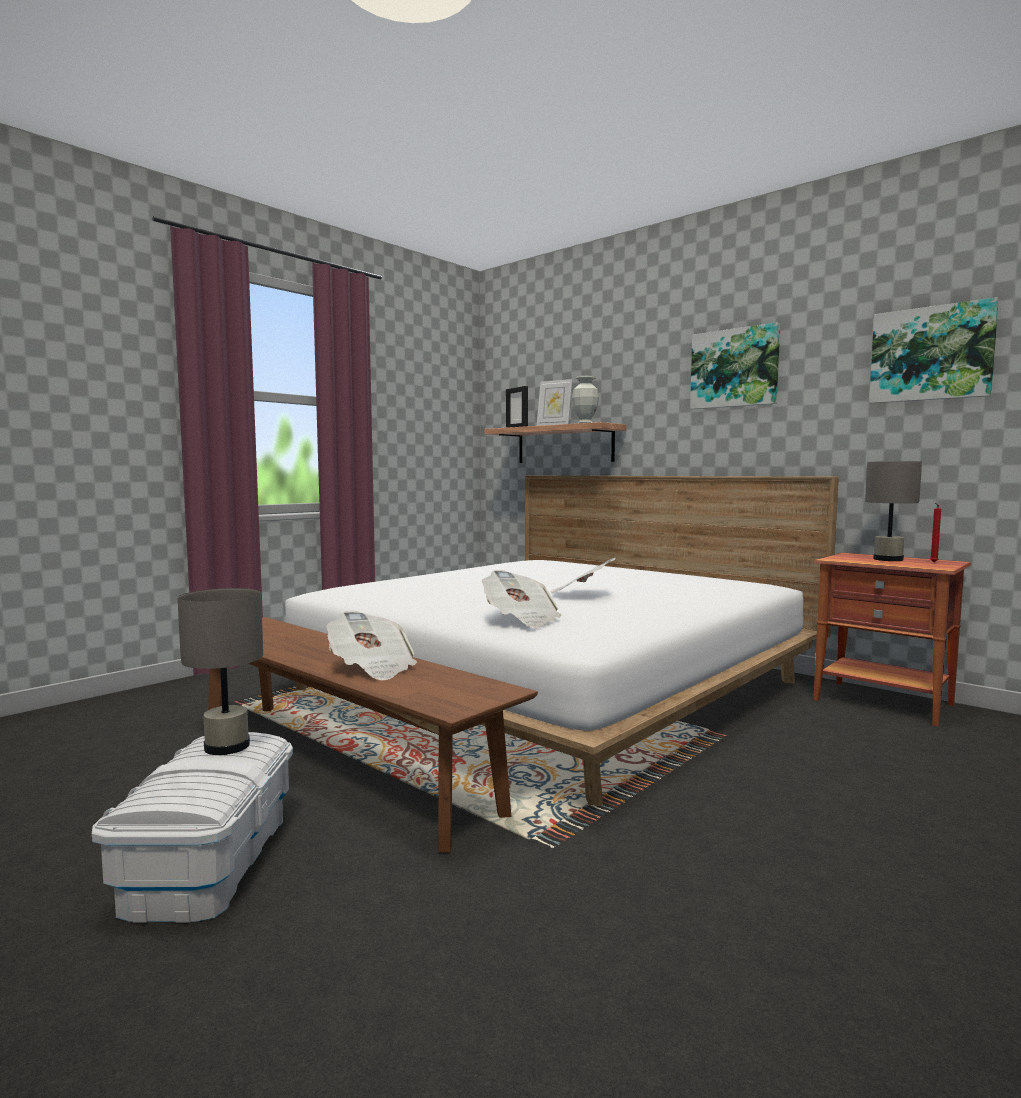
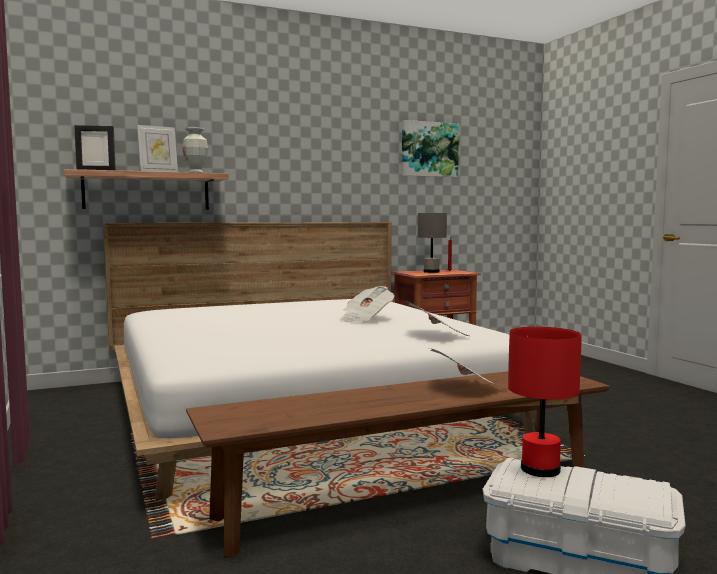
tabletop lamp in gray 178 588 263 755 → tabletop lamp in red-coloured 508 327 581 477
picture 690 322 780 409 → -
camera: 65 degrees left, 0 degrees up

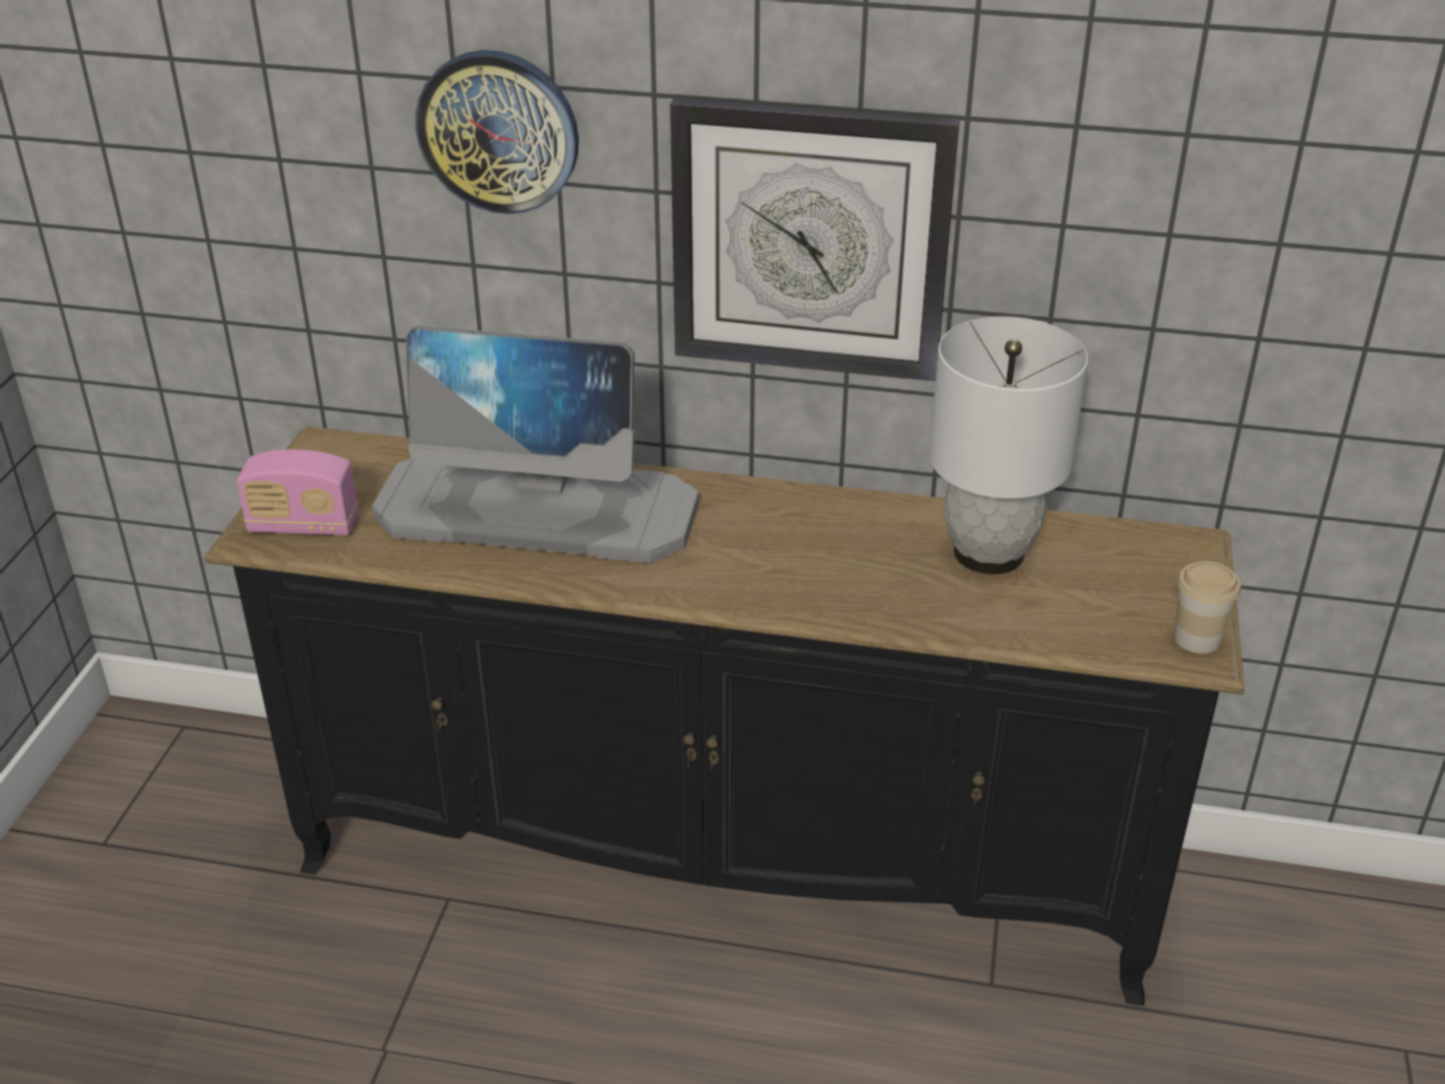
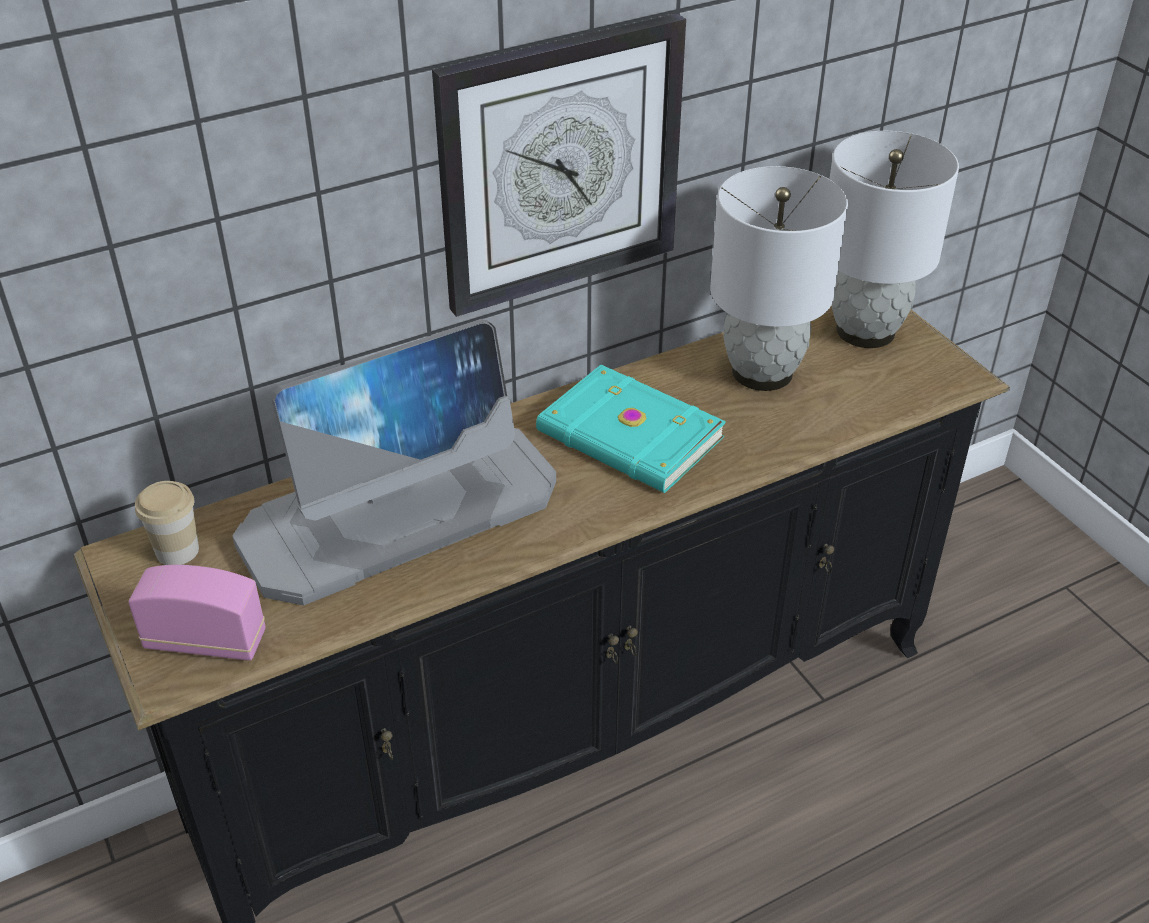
radio receiver 237 449 358 535 → radio receiver 128 565 265 661, 135 degrees counterclockwise
cup 1174 561 1241 653 → cup 135 481 199 565, moved
- → book in blue-green 536 365 726 493
- → tabletop lamp in white-coloured 829 131 959 348
wall clock 415 50 579 214 → -
camera: 40 degrees left, 5 degrees up

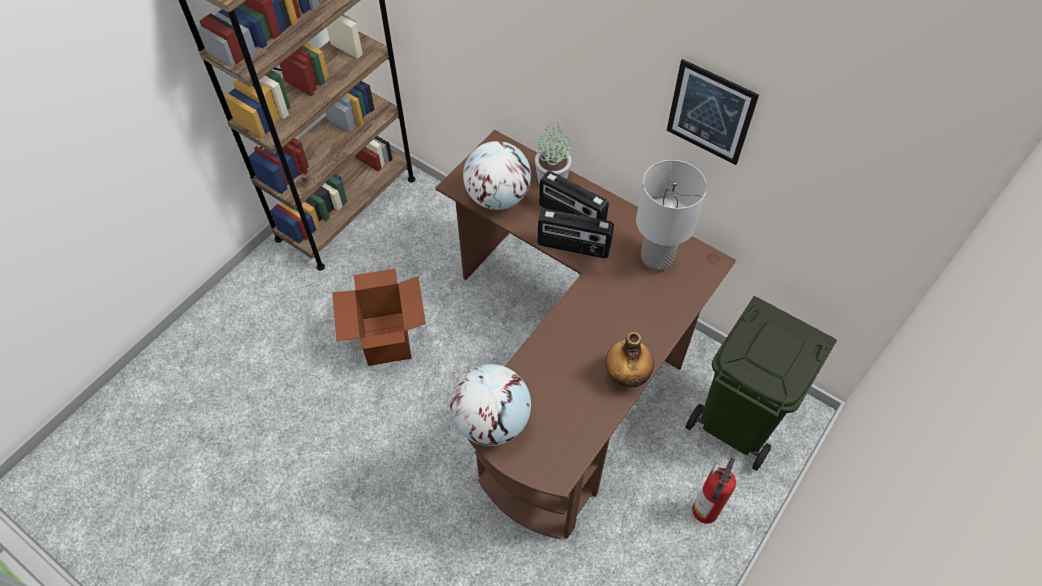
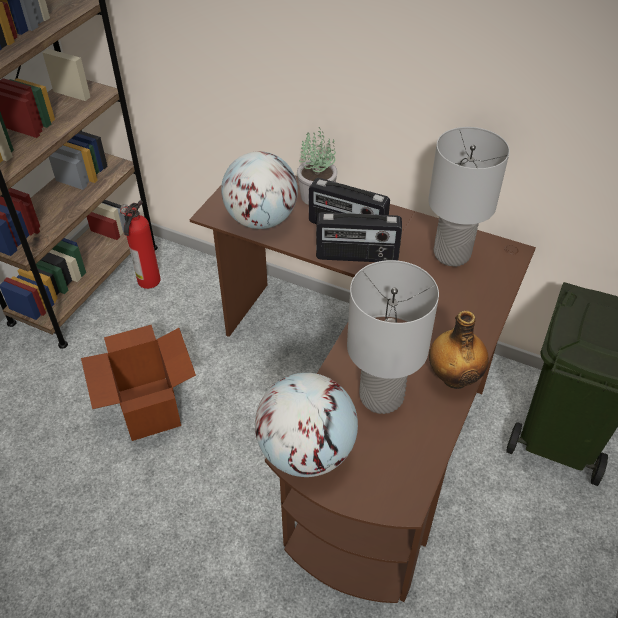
fire extinguisher 692 457 736 524 → fire extinguisher 120 200 161 289, moved
- → tabletop lamp in gray 347 260 439 414
picture 667 59 759 165 → -
camera: 10 degrees left, 10 degrees down

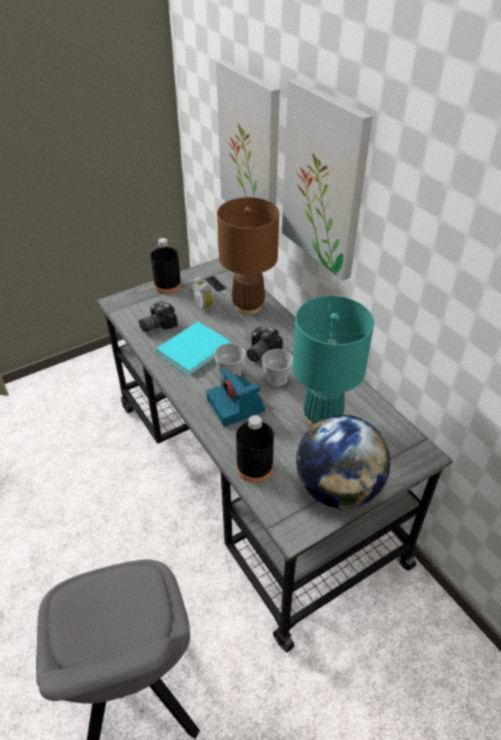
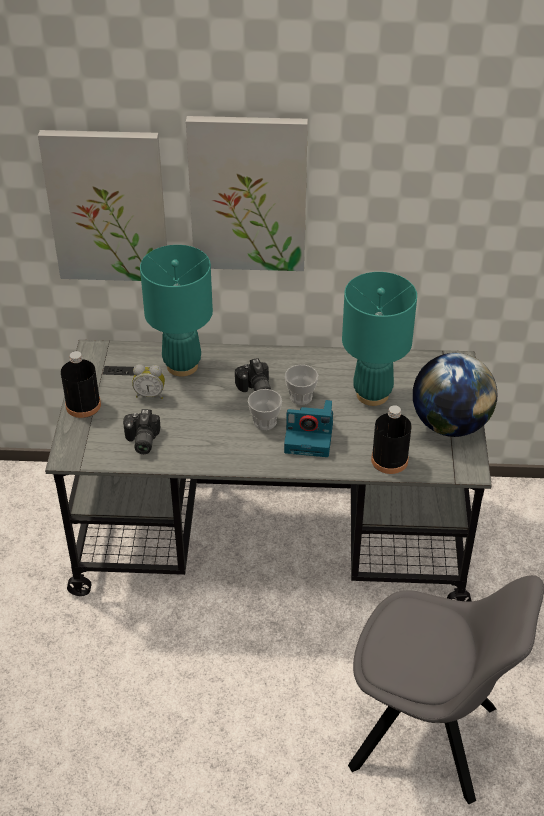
tabletop lamp in brown-coloured 217 197 279 315 → tabletop lamp in blue-green 140 245 213 376
book in blue-green 156 321 231 376 → -
camera: 55 degrees left, 0 degrees up

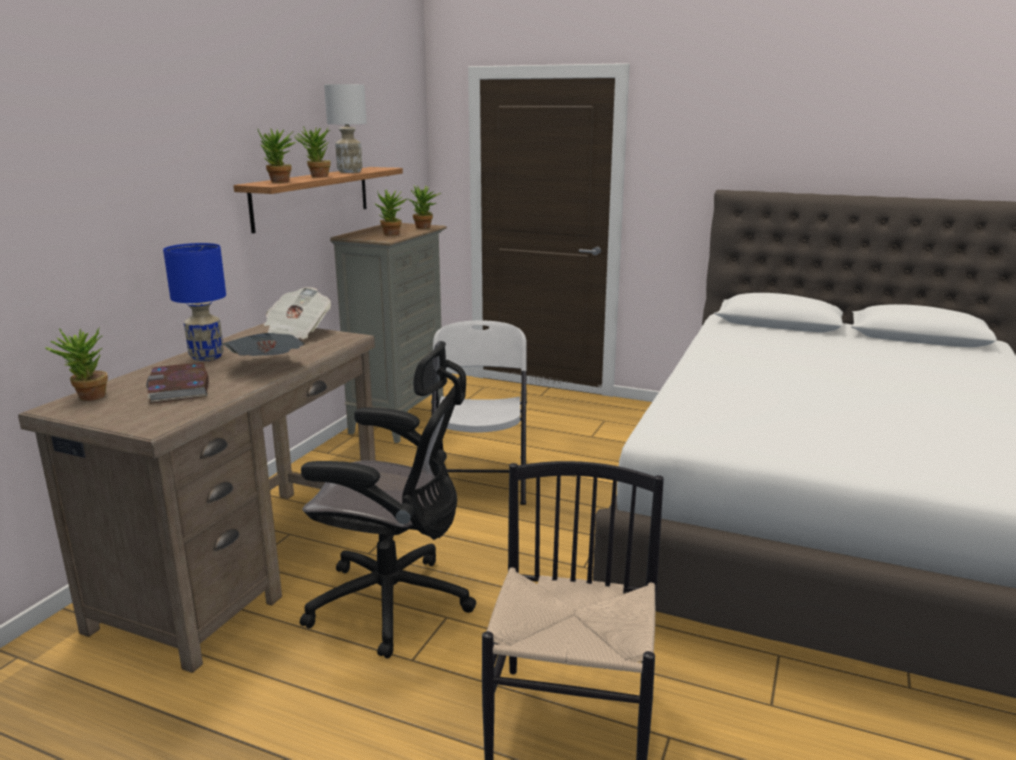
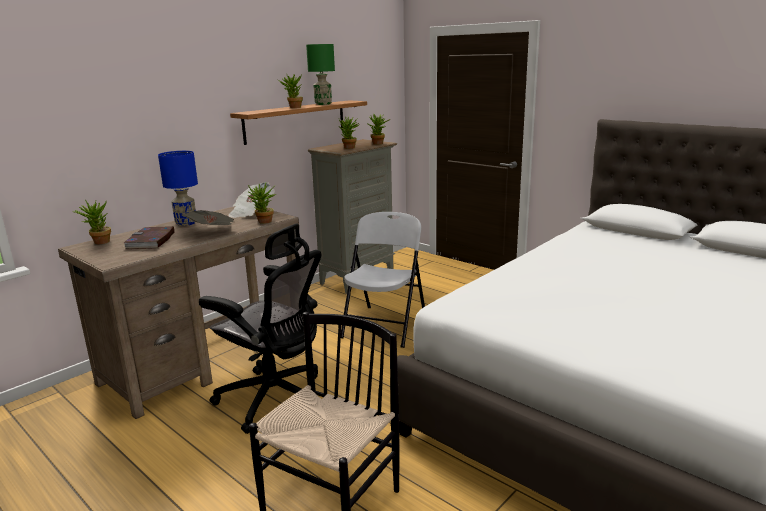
potted plant 257 128 296 183 → potted plant 248 183 276 224, moved
tabletop lamp in white-coloured 324 84 367 173 → tabletop lamp in green 306 44 335 105
camera: 20 degrees right, 0 degrees up

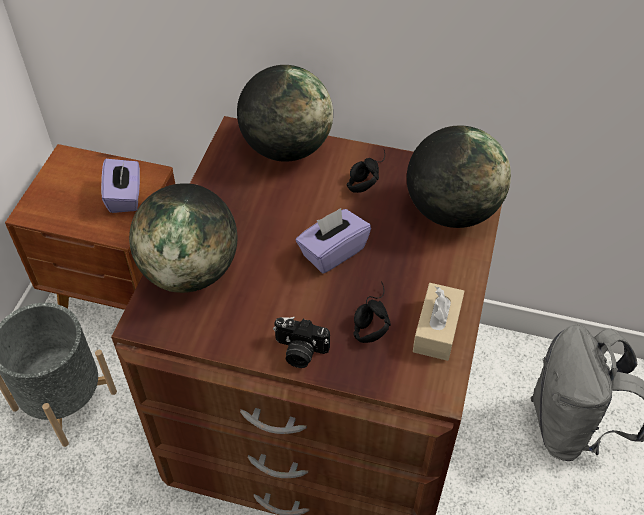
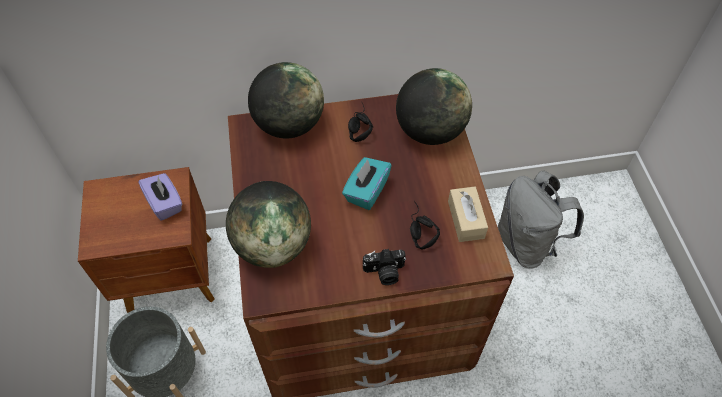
tissue box in purple 296 208 371 274 → tissue box in blue-green 342 157 392 210
camera: 25 degrees left, 5 degrees up

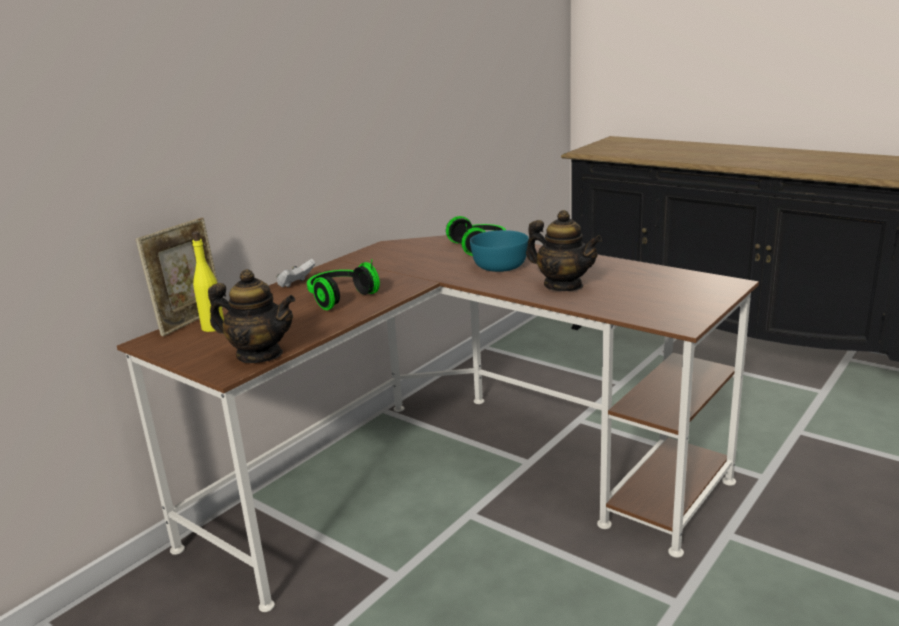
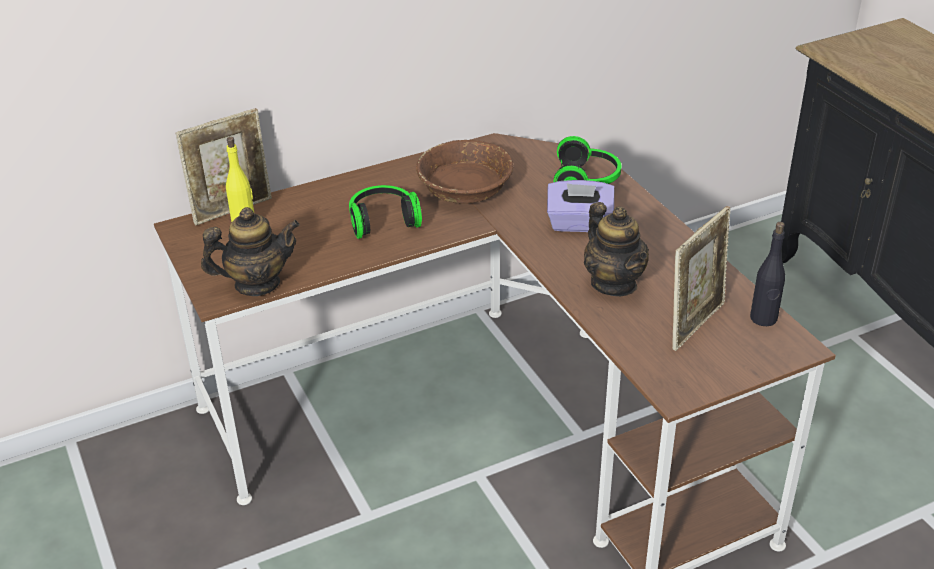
teapot 208 269 295 363 → teapot 201 207 300 296, 60 degrees counterclockwise
- → deep dish in brown-coloured 416 140 513 204
deep dish in blue-green 470 230 529 272 → tissue box in purple 547 180 614 232
- → standing frame 672 206 730 351
- → drink bottle in blackish 750 222 785 326
gamepad in white-coloured 276 259 315 288 → -
camera: 25 degrees right, 15 degrees up

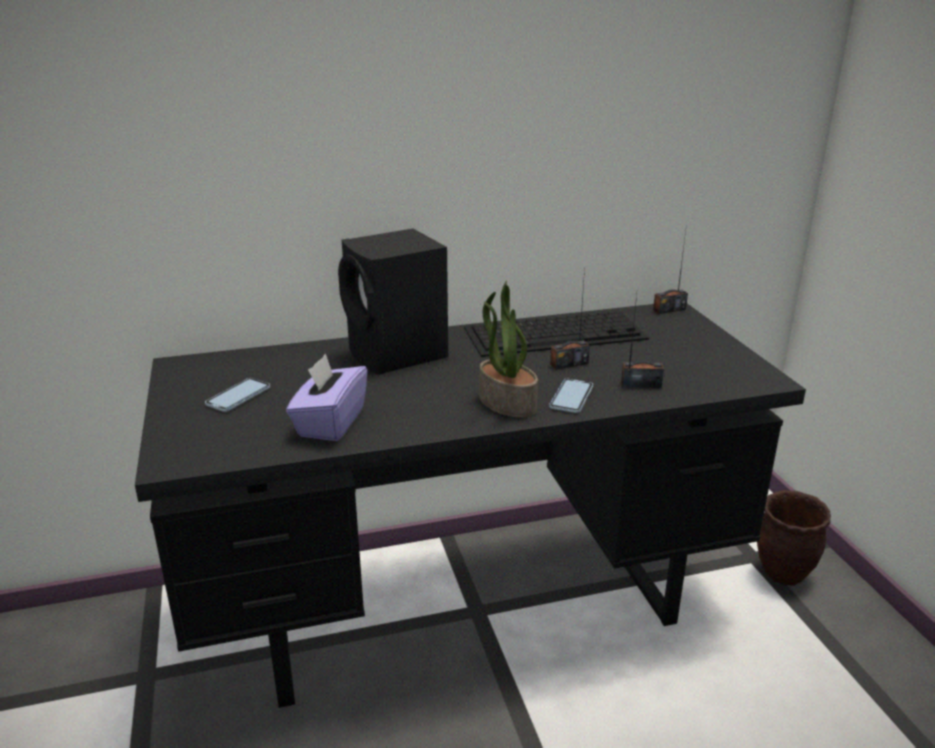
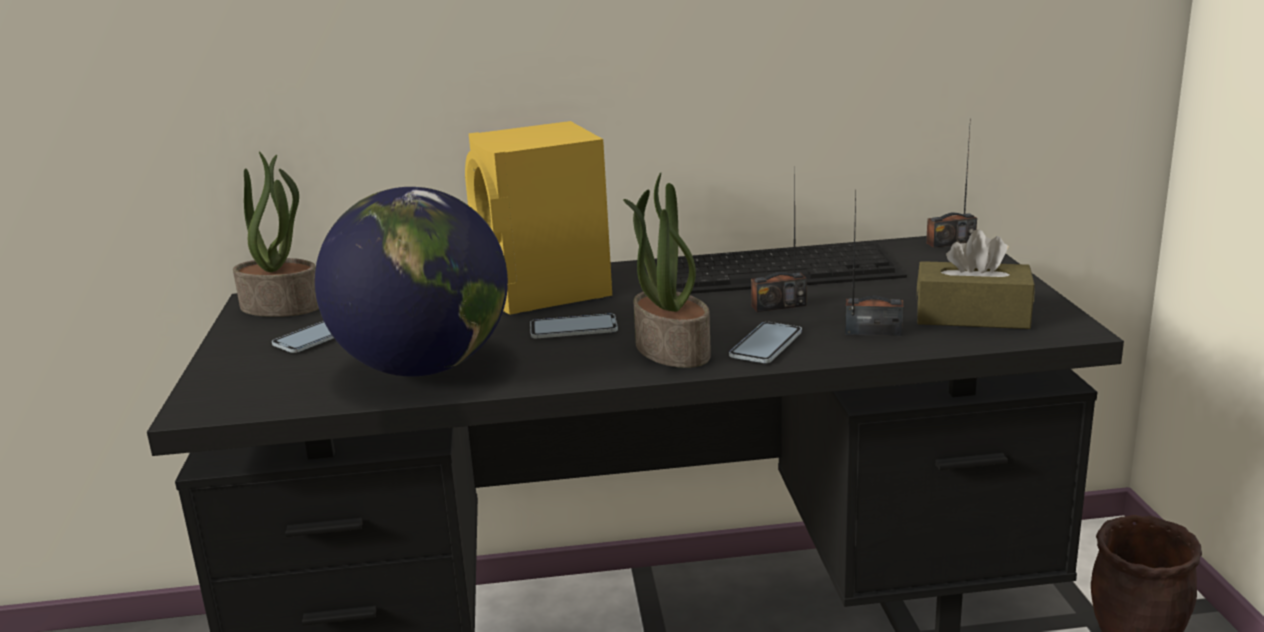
- → potted plant 233 151 319 317
tissue box in purple 286 353 367 441 → desk globe 315 187 508 377
loudspeaker in blackish 338 229 448 375 → loudspeaker in yellow-coloured 465 121 612 315
- → handset 530 314 618 338
- → tissue box in brown-coloured 917 229 1035 329
camera: 10 degrees right, 5 degrees down

